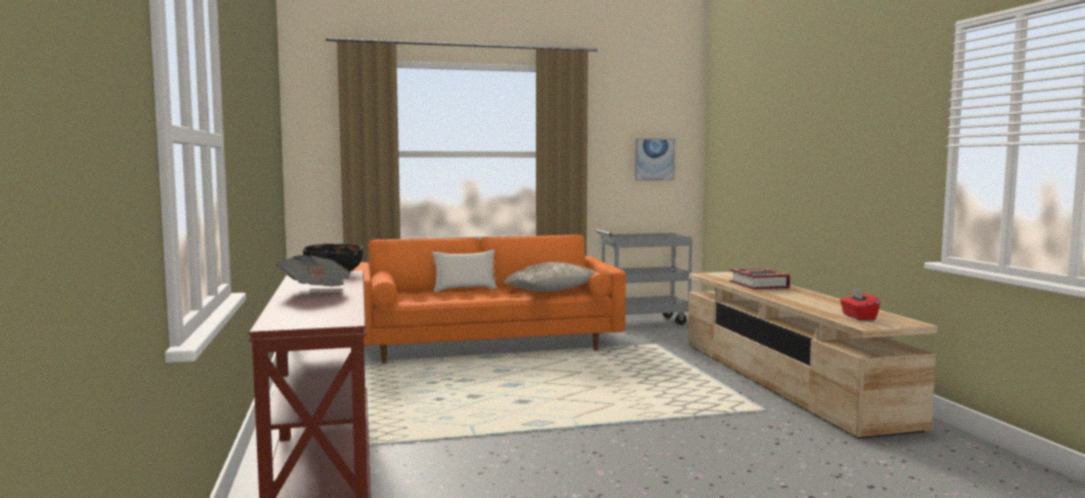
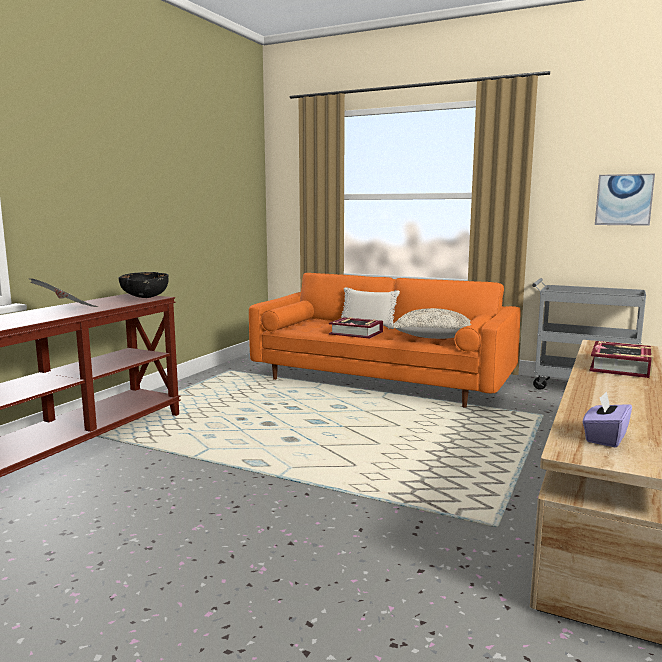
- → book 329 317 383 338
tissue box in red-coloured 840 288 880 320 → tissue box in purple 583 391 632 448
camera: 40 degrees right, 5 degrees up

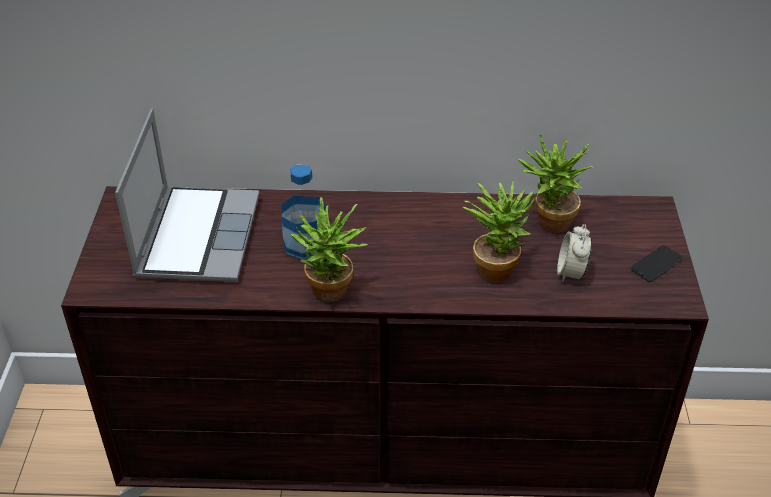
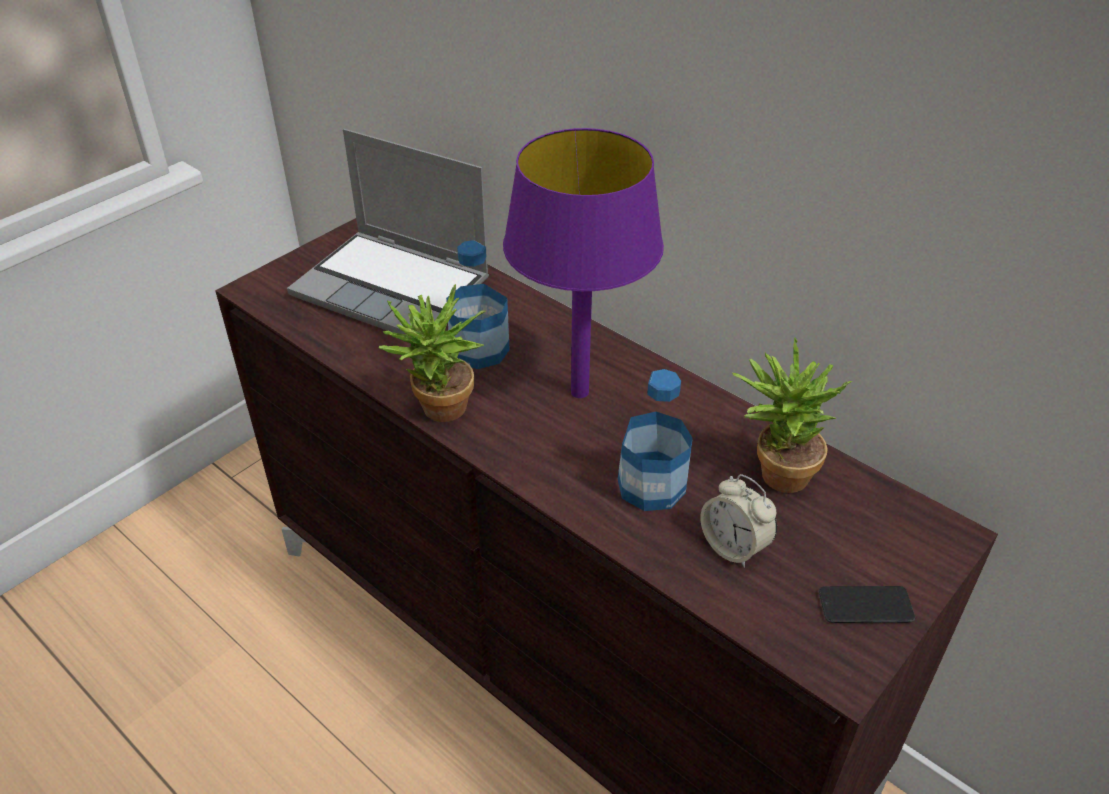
notebook computer 115 108 259 282 → notebook computer 287 129 489 334, 75 degrees clockwise
- → tabletop lamp in purple 503 128 664 398
potted plant 463 178 537 282 → drink bottle 618 369 693 511
alarm clock 557 224 592 282 → alarm clock 700 474 777 568, 90 degrees counterclockwise
camera: 40 degrees right, 0 degrees up

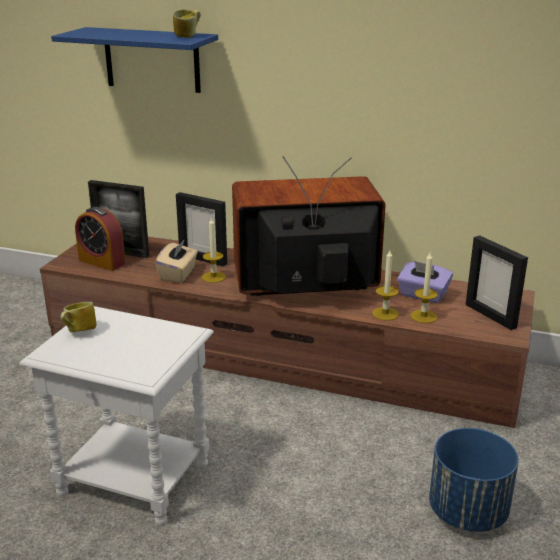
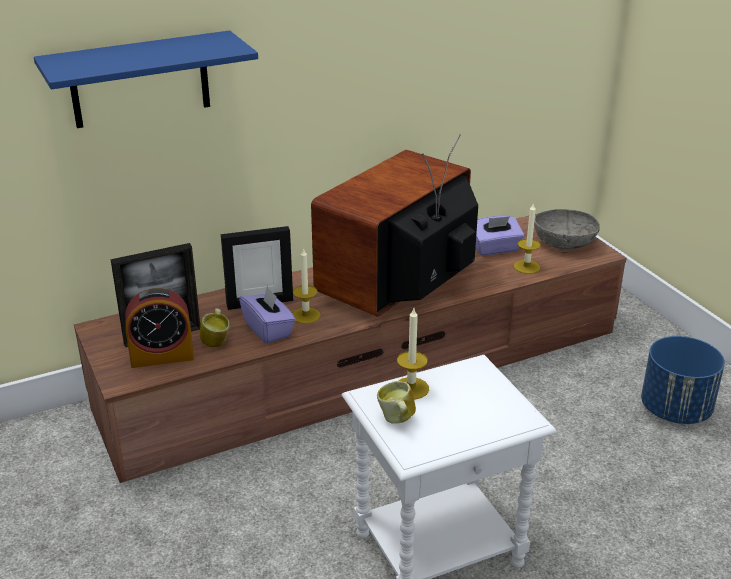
tea mug 173 9 201 38 → tea mug 200 308 230 347, moved
tissue box in sand-coloured 155 239 198 283 → tissue box in purple 239 286 296 344
wax candle 372 250 399 320 → wax candle 397 308 429 400, moved
standing frame 466 235 528 330 → deep dish in gray 534 209 600 249
camera: 45 degrees left, 5 degrees up

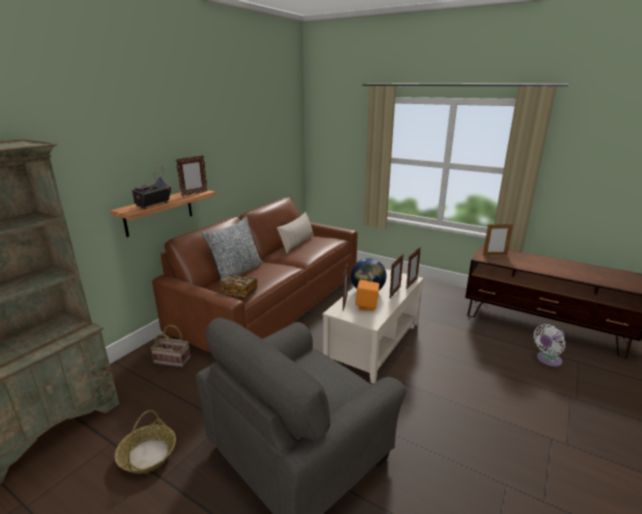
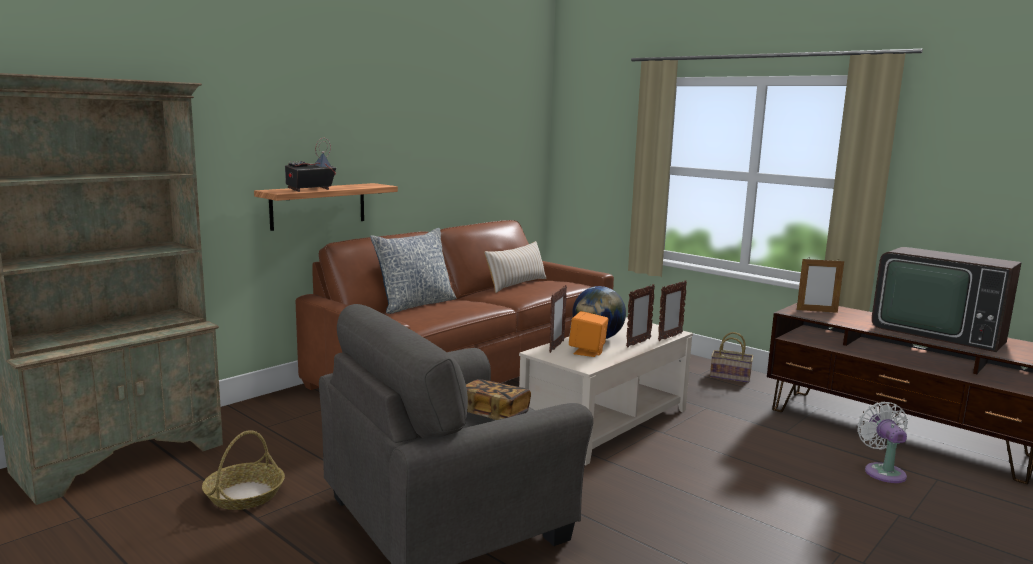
book 219 275 257 297 → book 466 379 531 420, moved
household basket 150 325 190 367 → household basket 710 332 753 383, moved
electric fan in white-coloured 533 324 566 367 → electric fan in white-coloured 857 402 908 483, 105 degrees clockwise
- → television 872 247 1022 352
standing frame 176 155 208 196 → -
camera: 10 degrees right, 10 degrees down

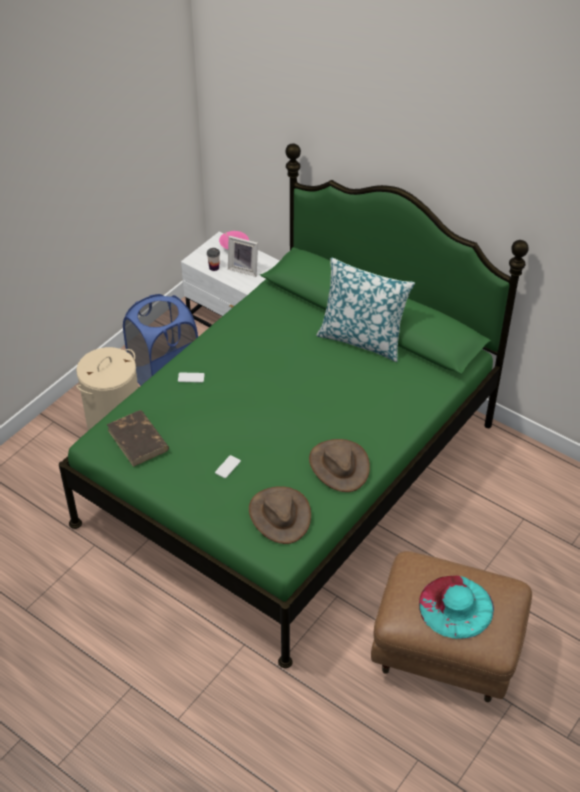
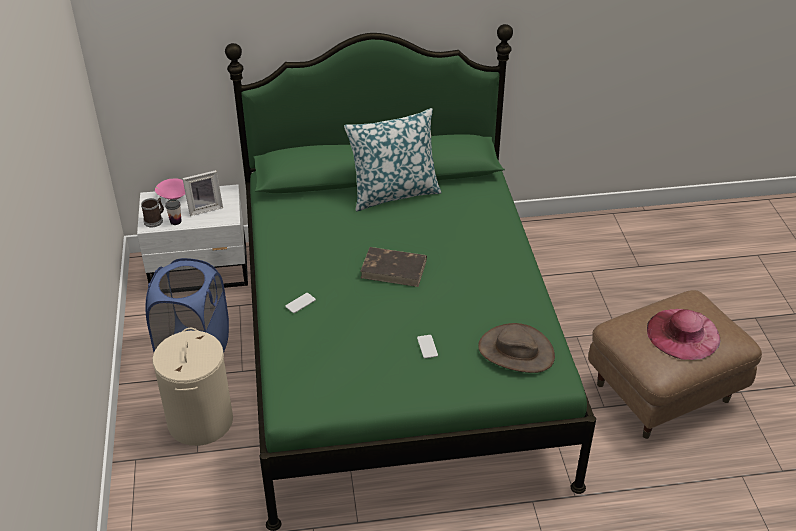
- → tea mug 141 198 164 227
book in brown-coloured 107 410 169 467 → book in brown-coloured 361 247 427 287, moved
clothing hat in blue-green 419 576 494 639 → clothing hat in pink 647 309 721 360
clothing hat in brown-coloured 309 439 370 492 → -
camera: 45 degrees left, 5 degrees down

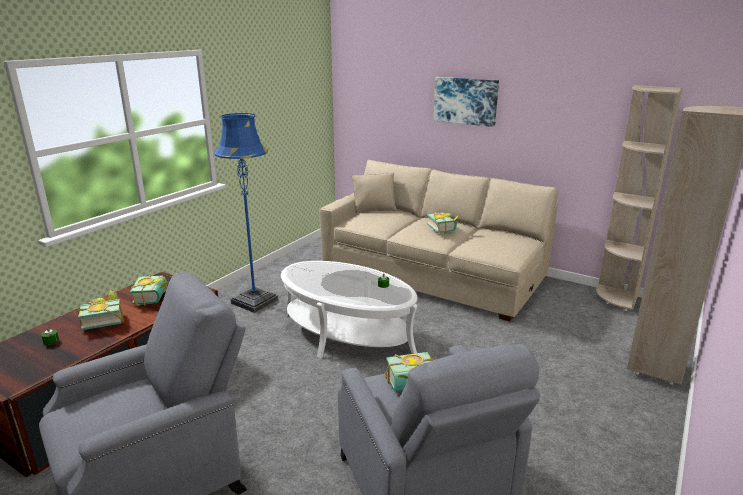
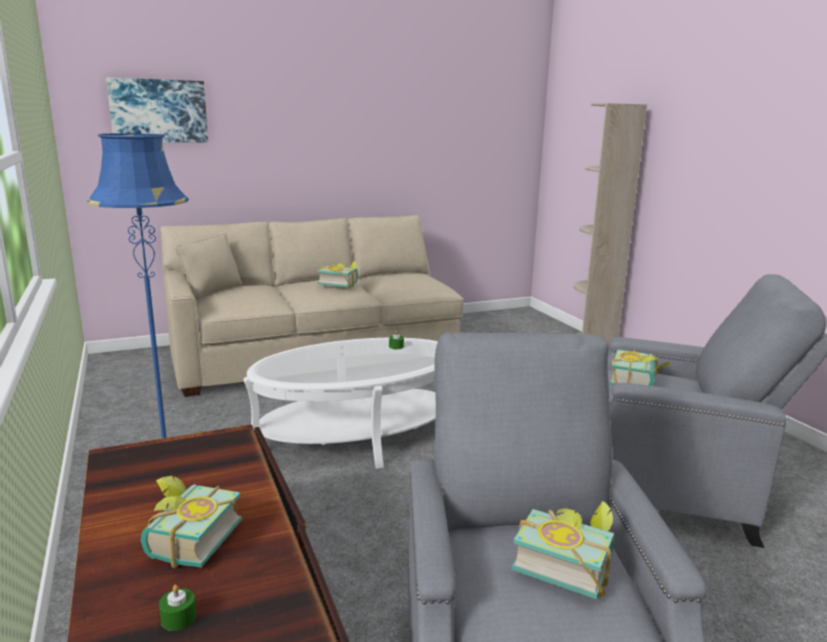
picture 434 77 499 127 → picture 106 78 208 142, moved
book 130 275 169 306 → book 511 501 615 599, moved
bookcase in sand-coloured 596 85 682 311 → -
camera: 55 degrees left, 5 degrees down

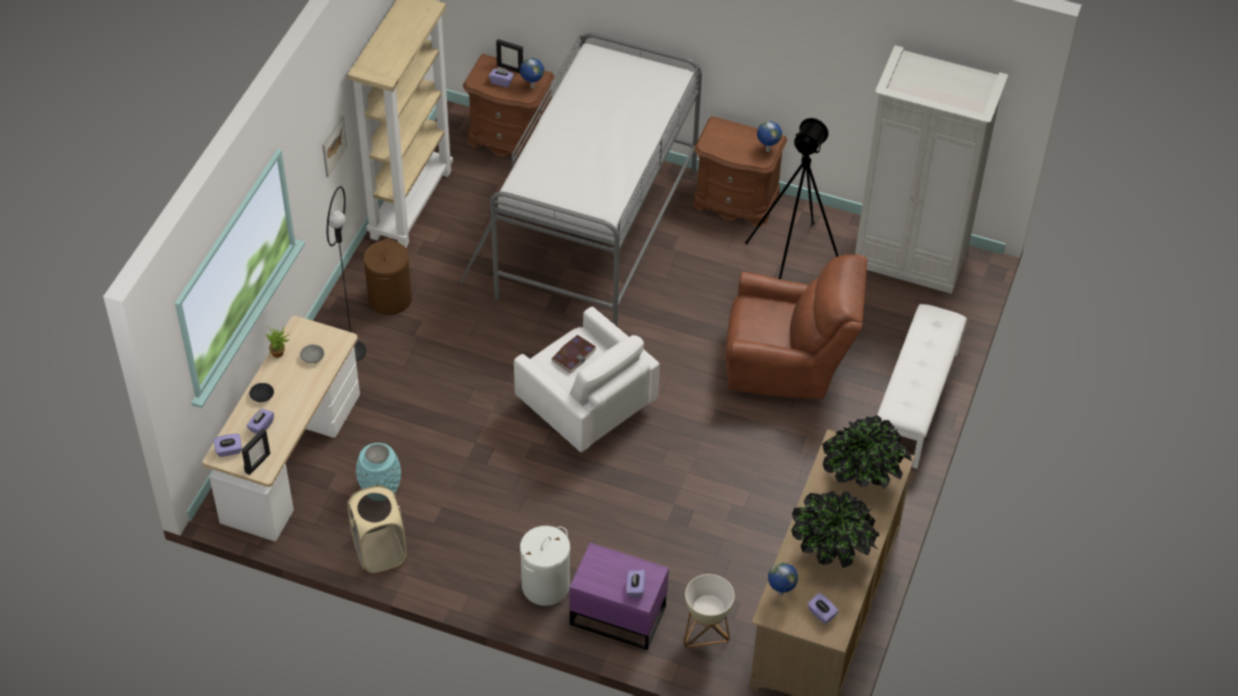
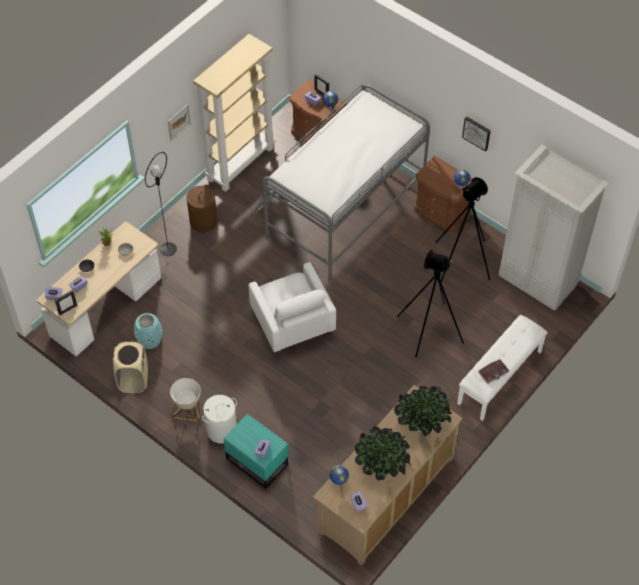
flower pot 684 574 735 647 → flower pot 170 378 201 422, moved
bedside table in purple 569 543 669 650 → bedside table in blue-green 223 414 289 489
easy chair in brown-coloured 725 254 867 399 → floor lamp in blackish 397 250 464 357
- → picture 462 116 491 152
book 552 335 596 373 → book 478 359 509 384, moved
camera: 20 degrees right, 5 degrees up

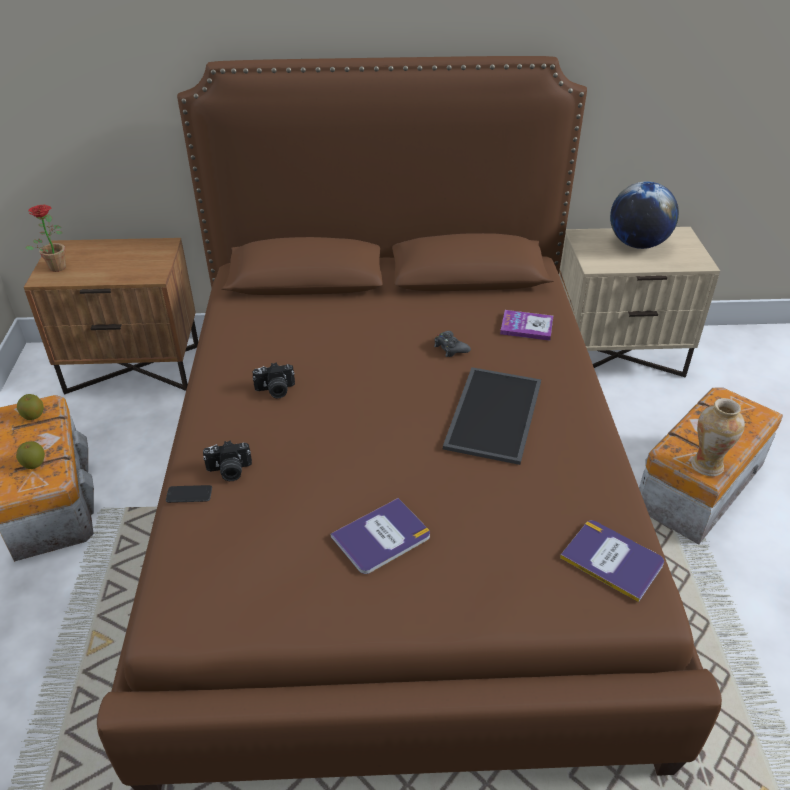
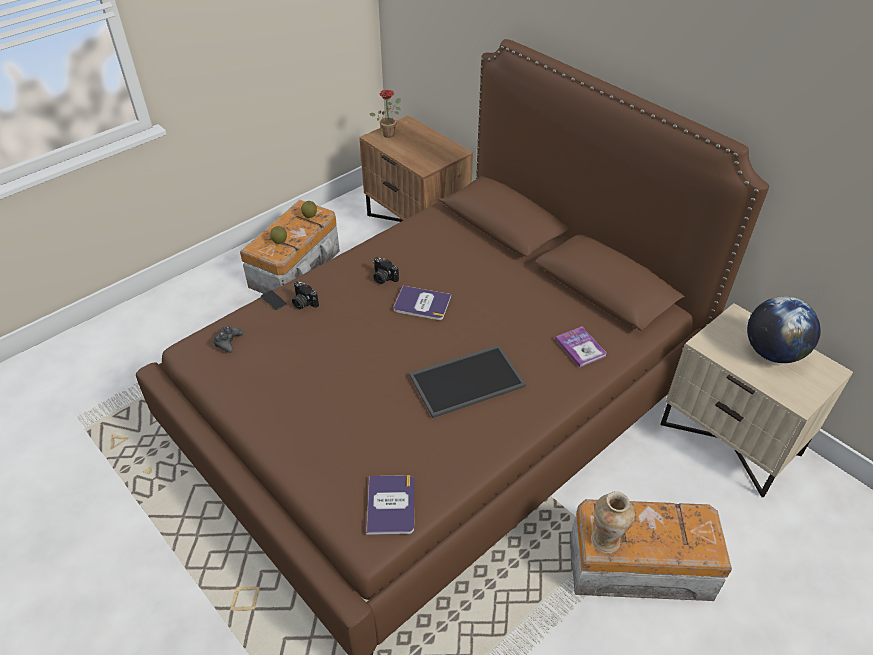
gamepad in blackish 434 331 471 357 → gamepad in blackish 214 326 244 353, moved
book 331 498 430 574 → book 394 286 451 320, moved
camera: 50 degrees right, 5 degrees up

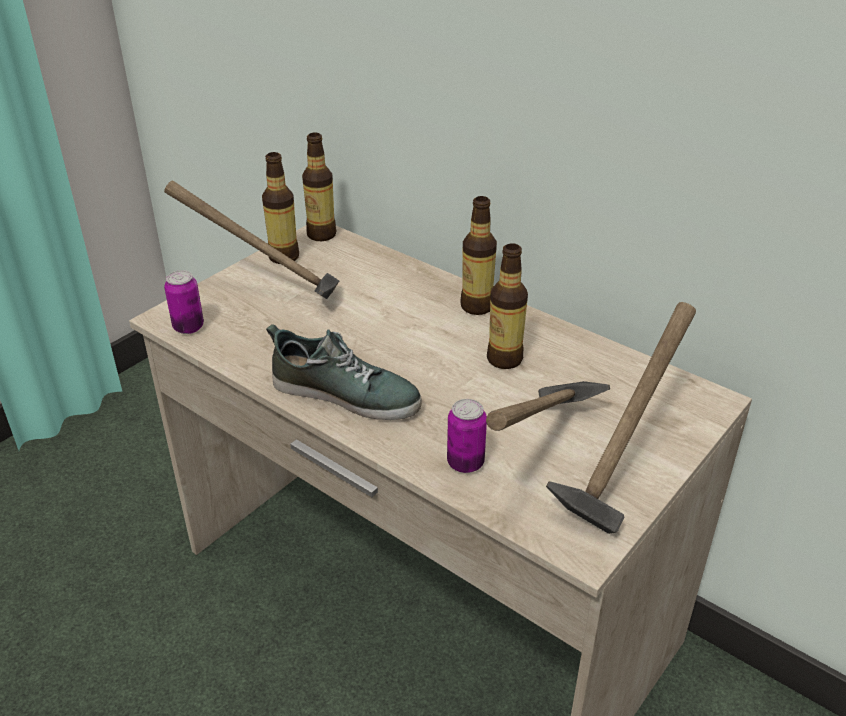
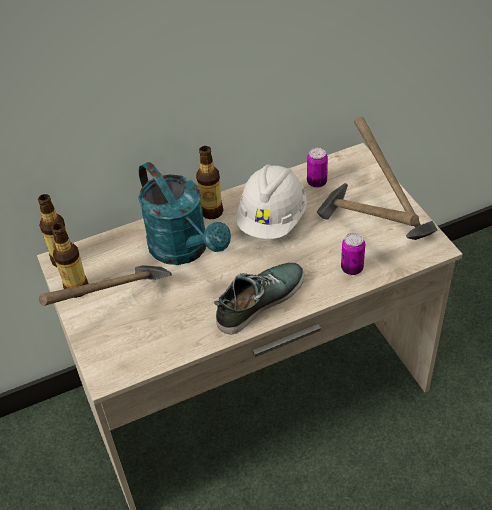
- → sprinkling can in blue-green 138 162 231 265
drink bottle 487 243 528 369 → safety helmet in white-coloured 237 164 307 239
sealed can 164 270 204 334 → sealed can 307 148 328 188, moved
camera: 60 degrees left, 10 degrees up

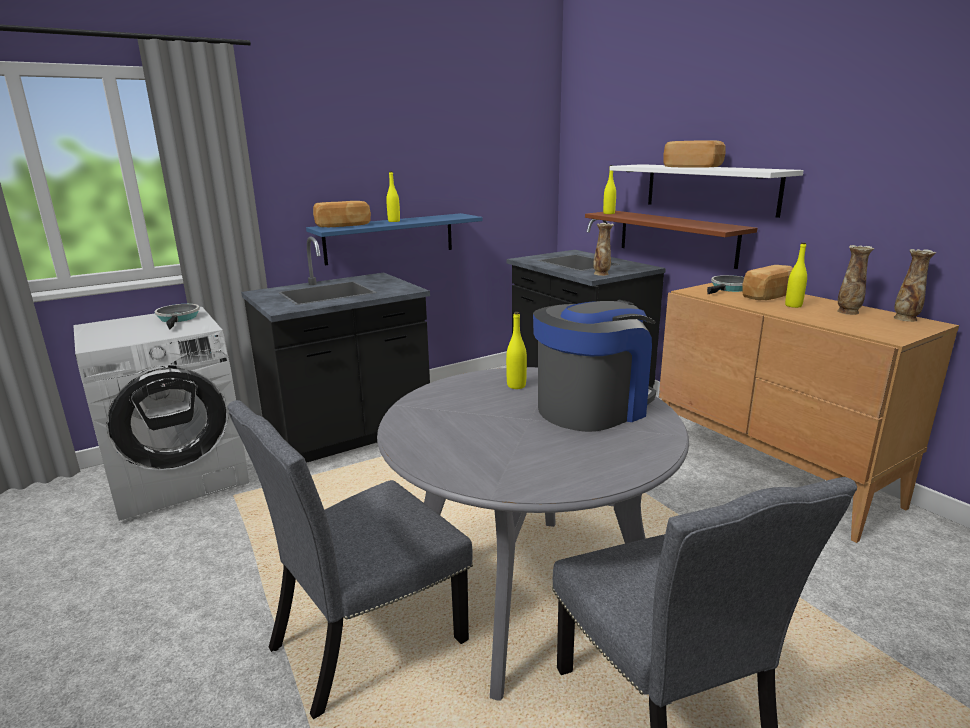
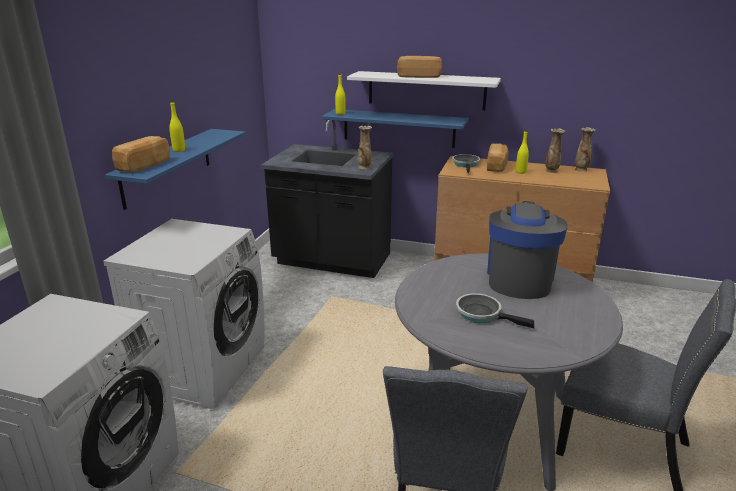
counter in blackish 241 236 430 463 → washing machine in white-coloured 103 219 264 409
bracket shelf in brown-coloured 585 211 757 269 → bracket shelf in blue 322 109 469 148
skillet 155 304 200 330 → skillet 456 293 534 329, moved
drink bottle in yellow-coloured 506 312 527 389 → -
camera: 40 degrees left, 5 degrees up

